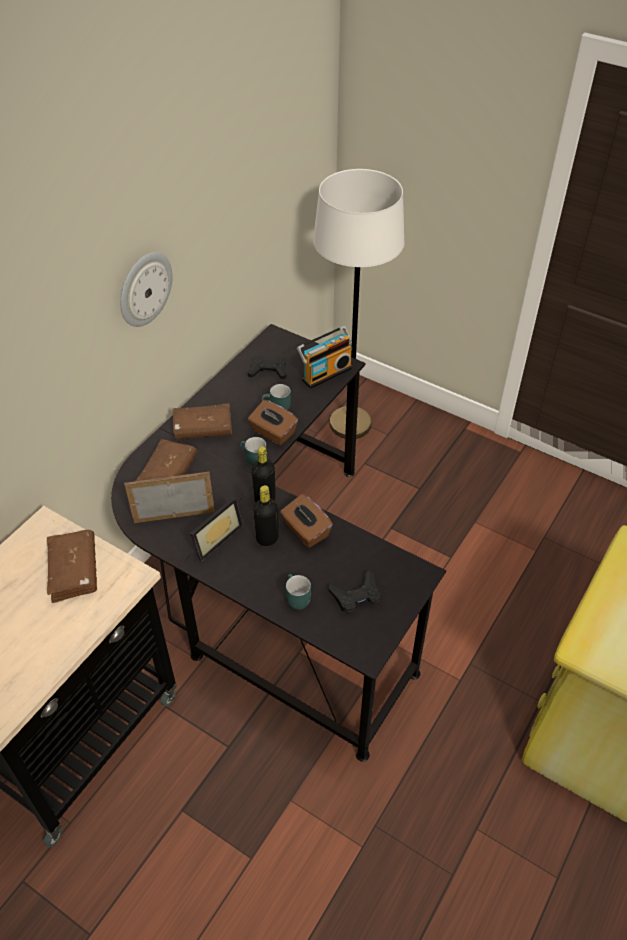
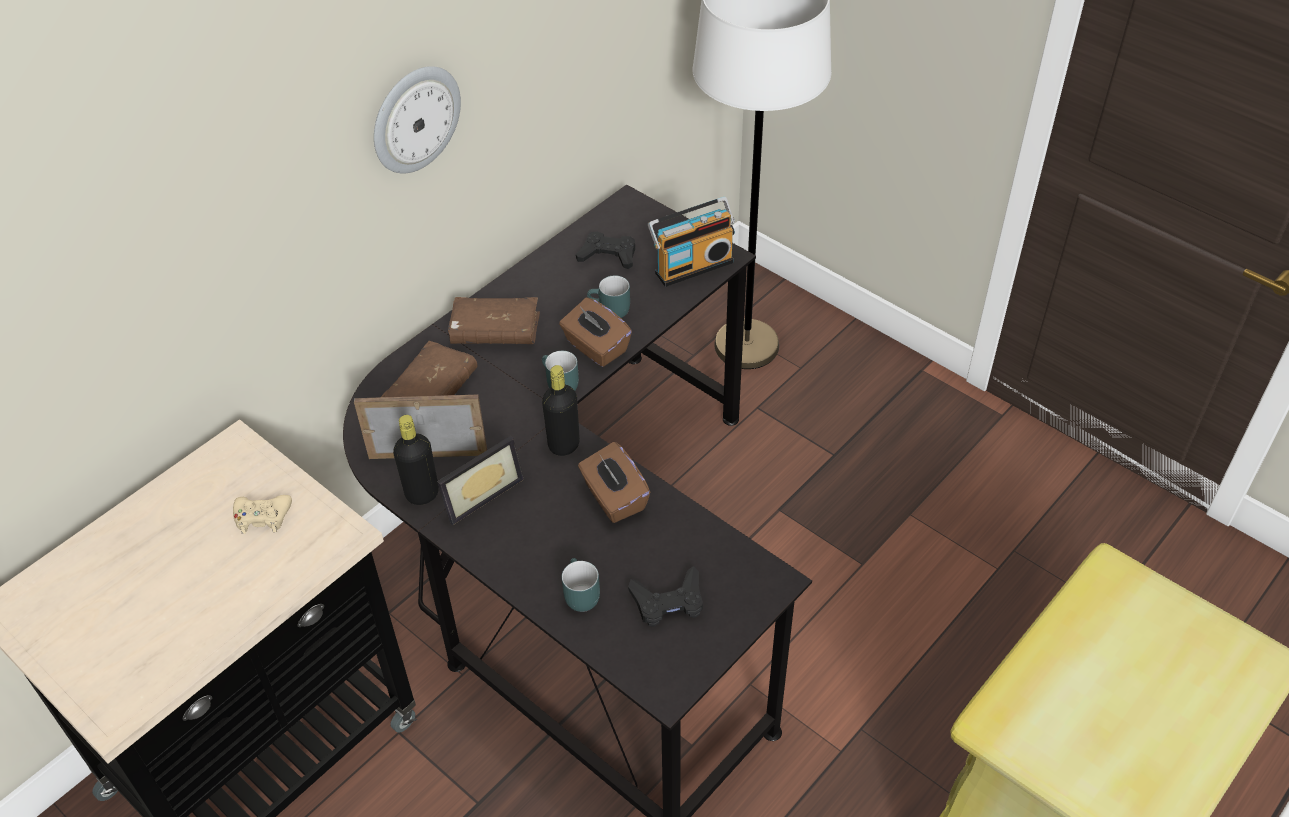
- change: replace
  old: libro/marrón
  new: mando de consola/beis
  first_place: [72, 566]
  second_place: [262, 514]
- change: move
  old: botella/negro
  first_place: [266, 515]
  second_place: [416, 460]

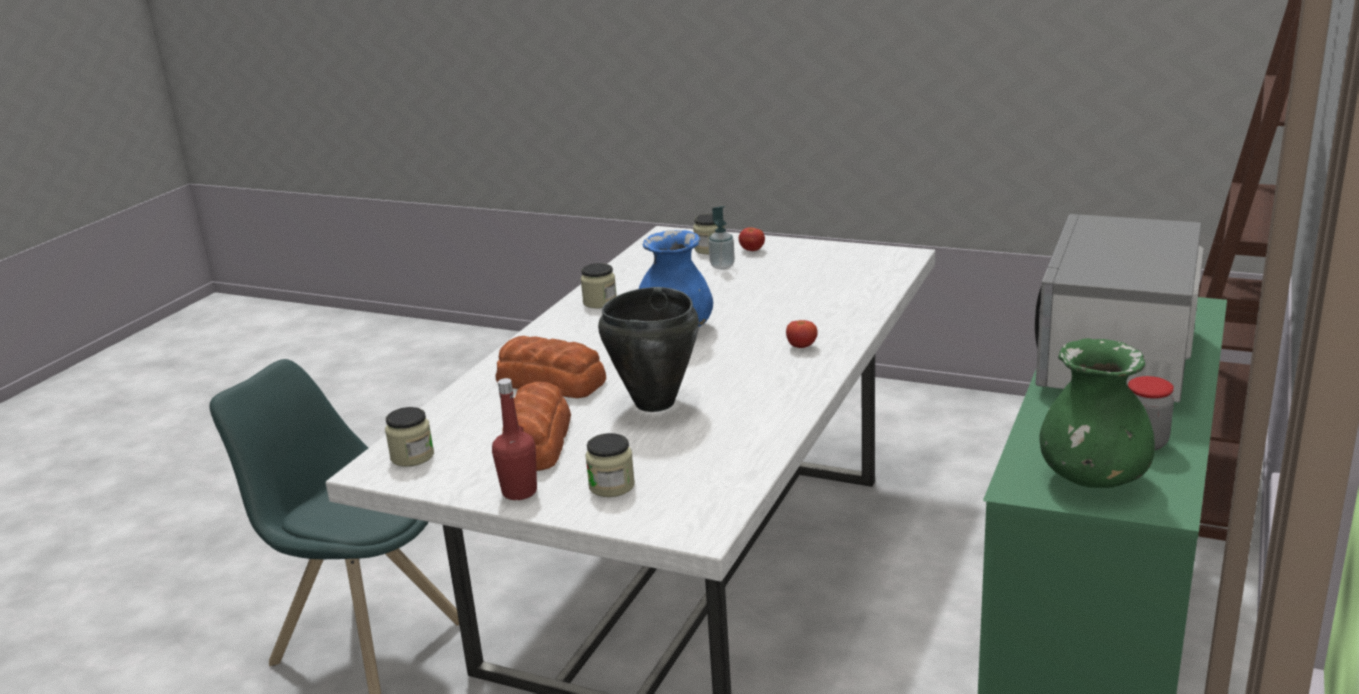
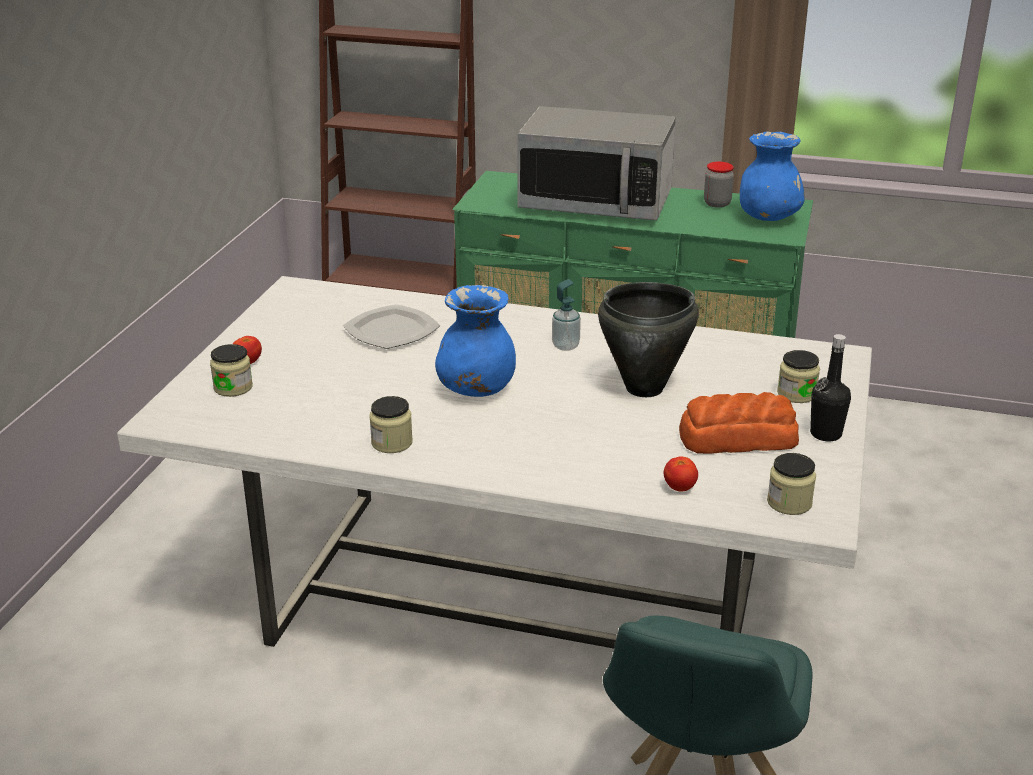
- change: recolor
  old: botella/rojo
  new: botella/negro
  first_place: [514, 439]
  second_place: [830, 387]
- change: delete
  old: pan
  first_place: [550, 367]
- change: move
  old: dispensador de jabón
  first_place: [721, 237]
  second_place: [566, 315]
- change: move
  old: tomate
  first_place: [802, 334]
  second_place: [681, 474]
- change: recolor
  old: florero/verde
  new: florero/azul
  first_place: [1097, 413]
  second_place: [772, 176]
- change: insert
  new: plato
  second_place: [391, 326]

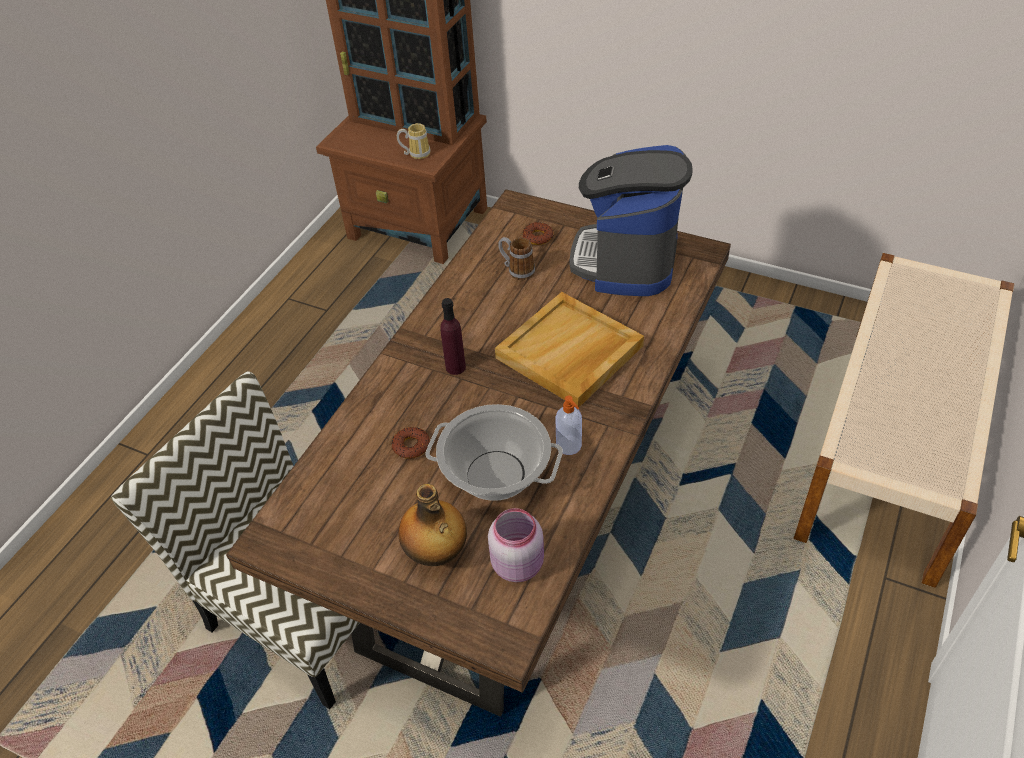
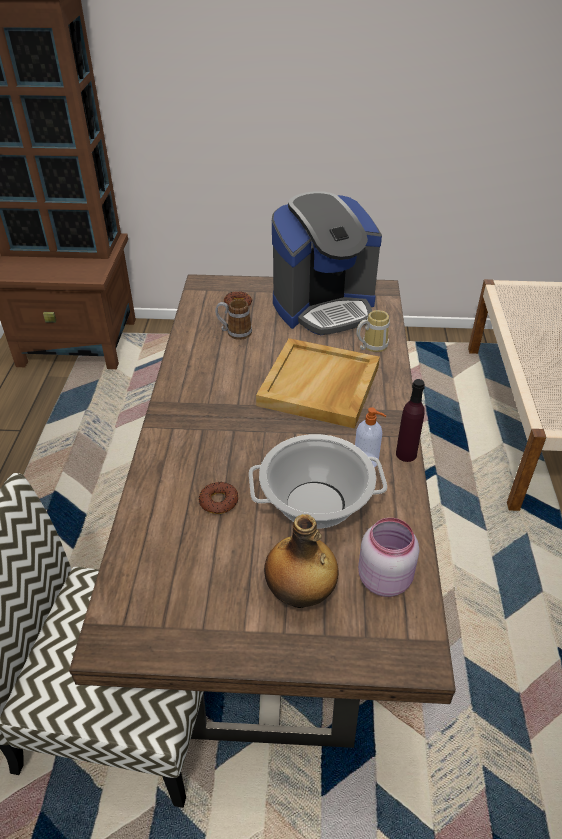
- change: move
  old: taza grande
  first_place: [414, 141]
  second_place: [373, 331]
- change: move
  old: botella/morado
  first_place: [453, 336]
  second_place: [410, 420]
- change: rotate
  old: cafetera
  first_place: [631, 220]
  second_place: [327, 263]
  degrees: -105

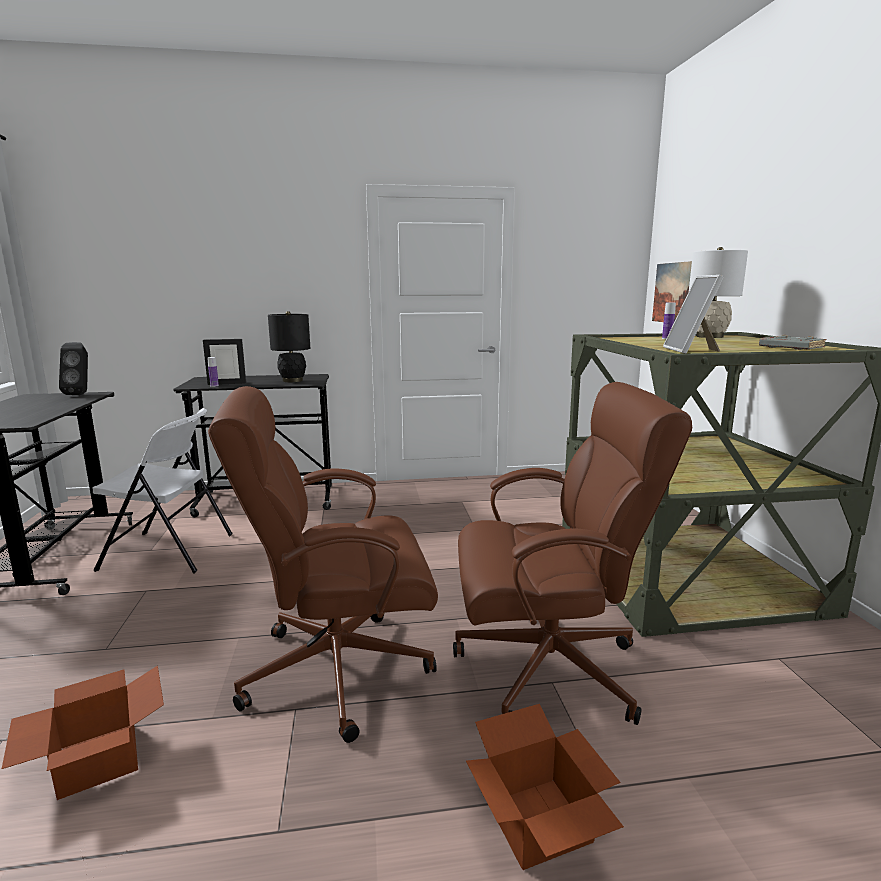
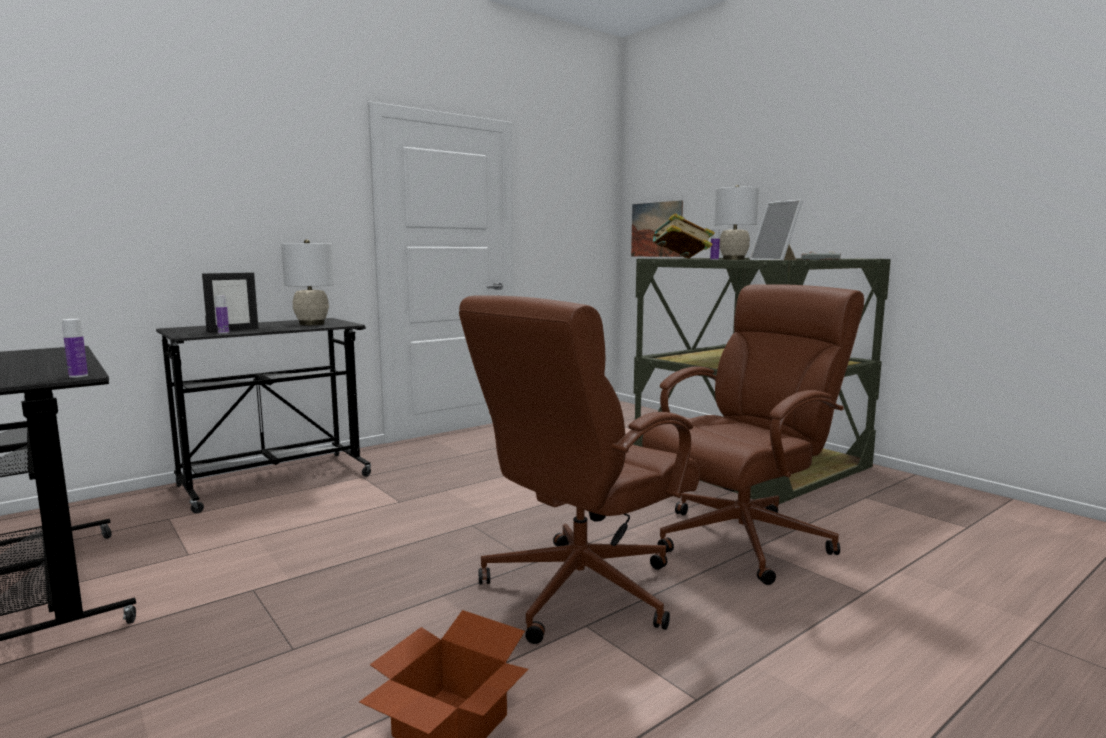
- change: delete
  old: altavoz/negro
  first_place: [73, 368]
- change: delete
  old: silla/blanco
  first_place: [162, 491]
- change: recolor
  old: lámpara de mesa/negro
  new: lámpara de mesa/blanco
  first_place: [289, 346]
  second_place: [307, 282]
- change: delete
  old: caja de cartón
  first_place: [545, 787]
- change: insert
  new: botella
  second_place: [75, 348]
- change: insert
  new: libro
  second_place: [683, 235]

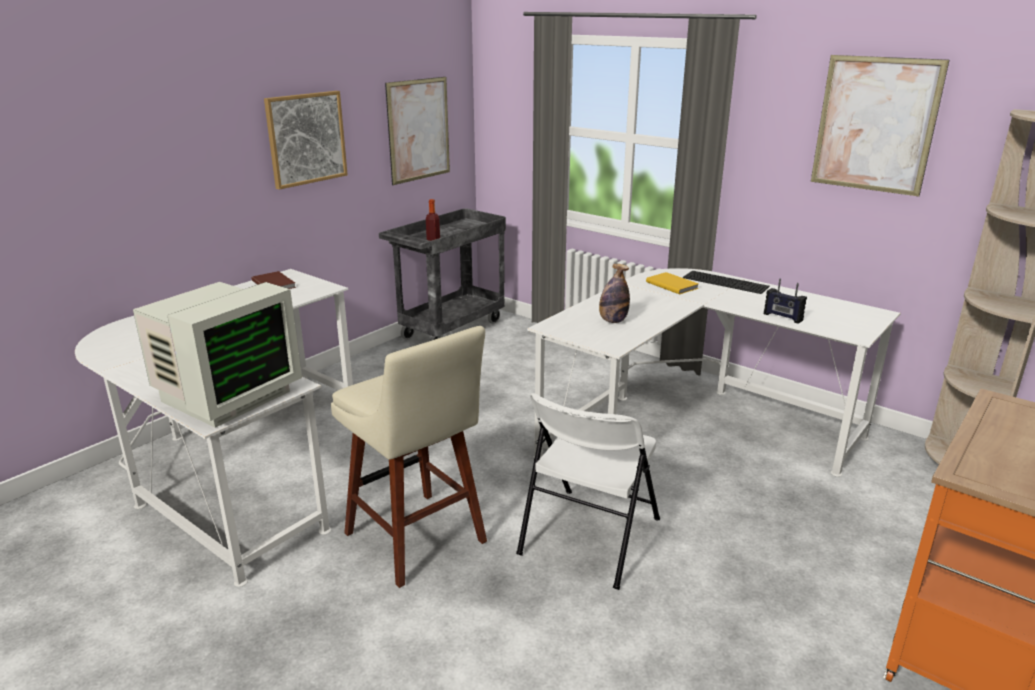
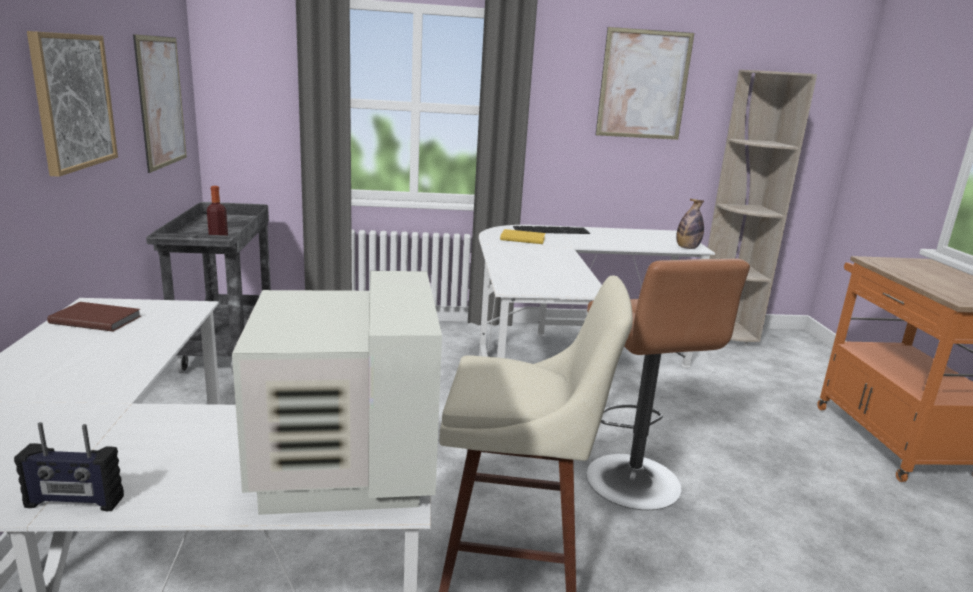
- change: replace
  old: silla/blanco
  new: taburete/marrón
  first_place: [588, 491]
  second_place: [668, 384]
- change: move
  old: botella
  first_place: [614, 293]
  second_place: [690, 224]
- change: move
  old: radio
  first_place: [785, 301]
  second_place: [69, 466]

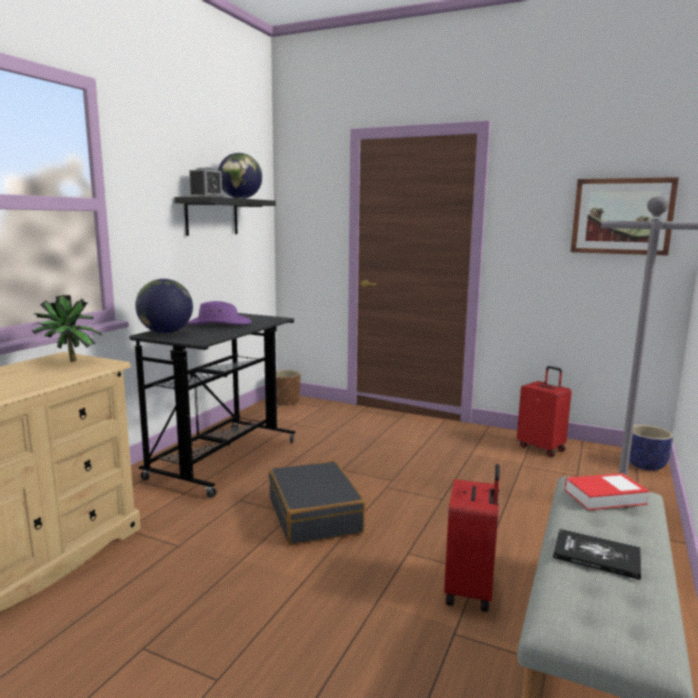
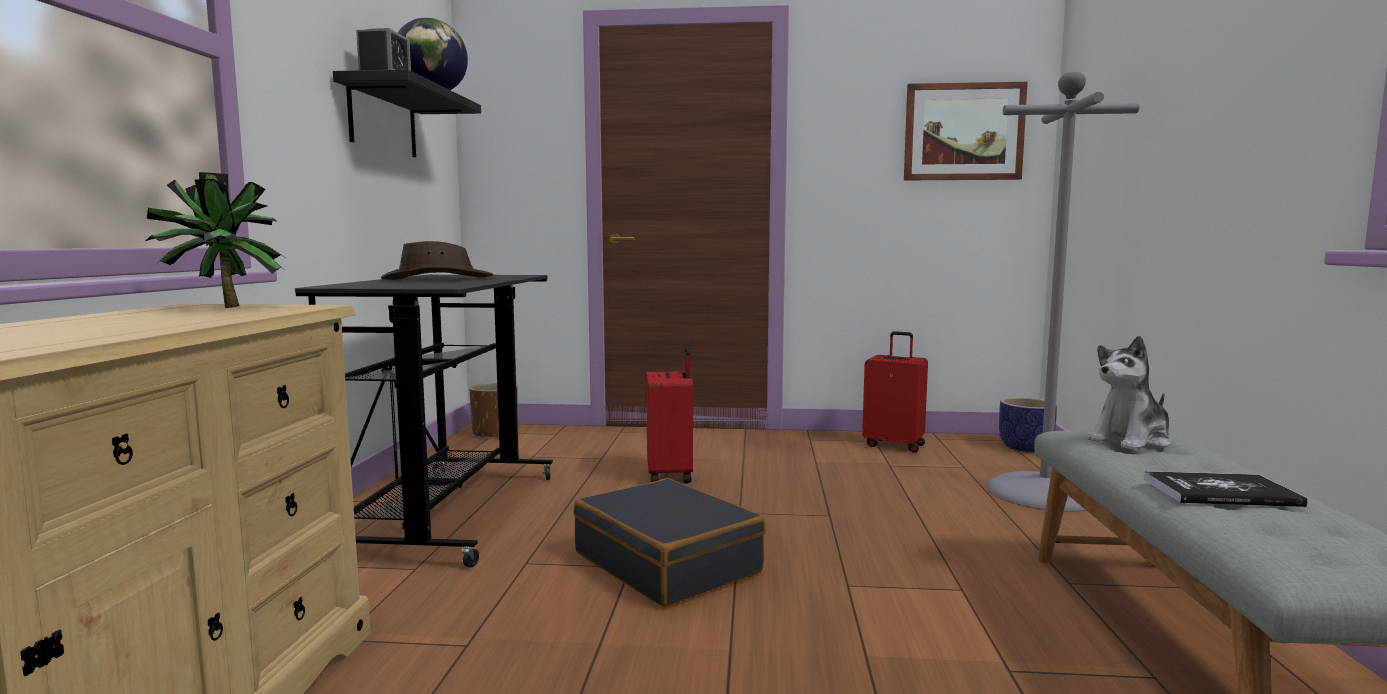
- change: delete
  old: globo terráqueo
  first_place: [164, 306]
- change: recolor
  old: sombrero/morado
  new: sombrero/marrón
  first_place: [220, 313]
  second_place: [437, 260]
- change: move
  old: maleta/rojo
  first_place: [472, 538]
  second_place: [669, 415]
- change: replace
  old: libro
  new: peluche
  first_place: [607, 491]
  second_place: [1129, 393]

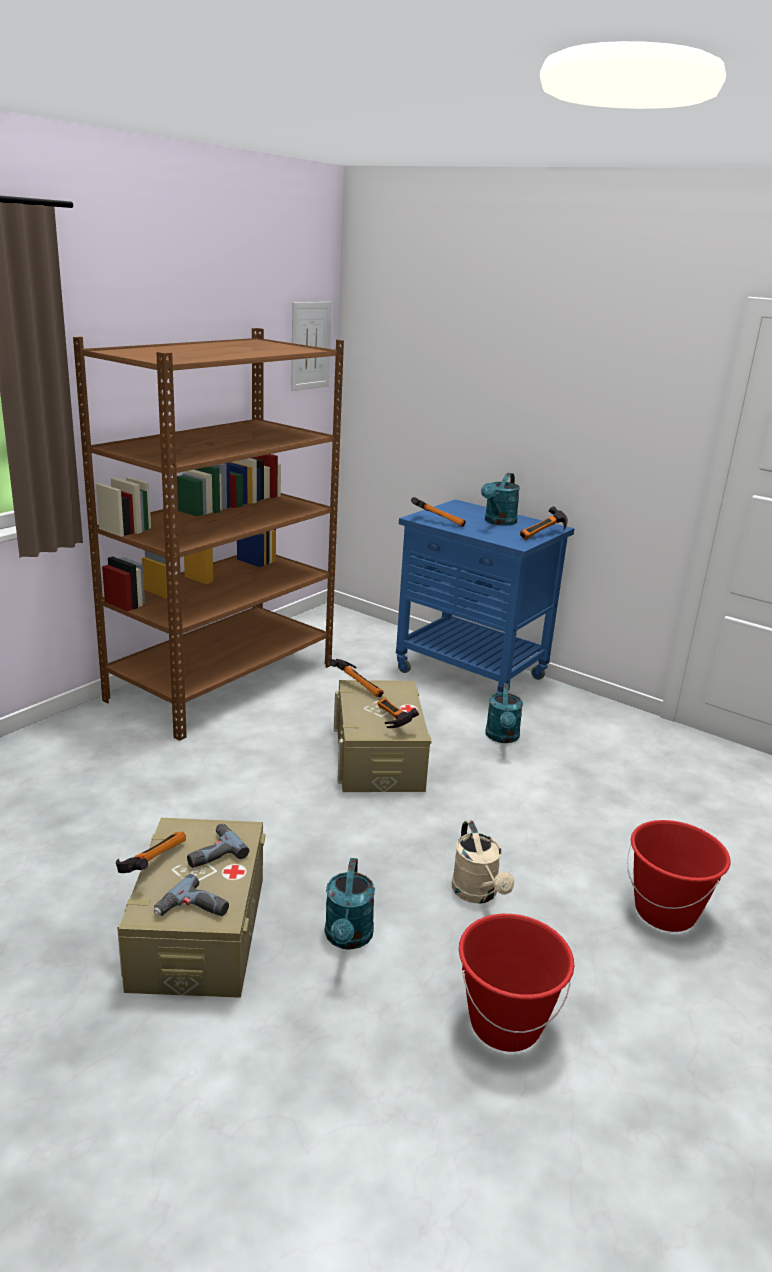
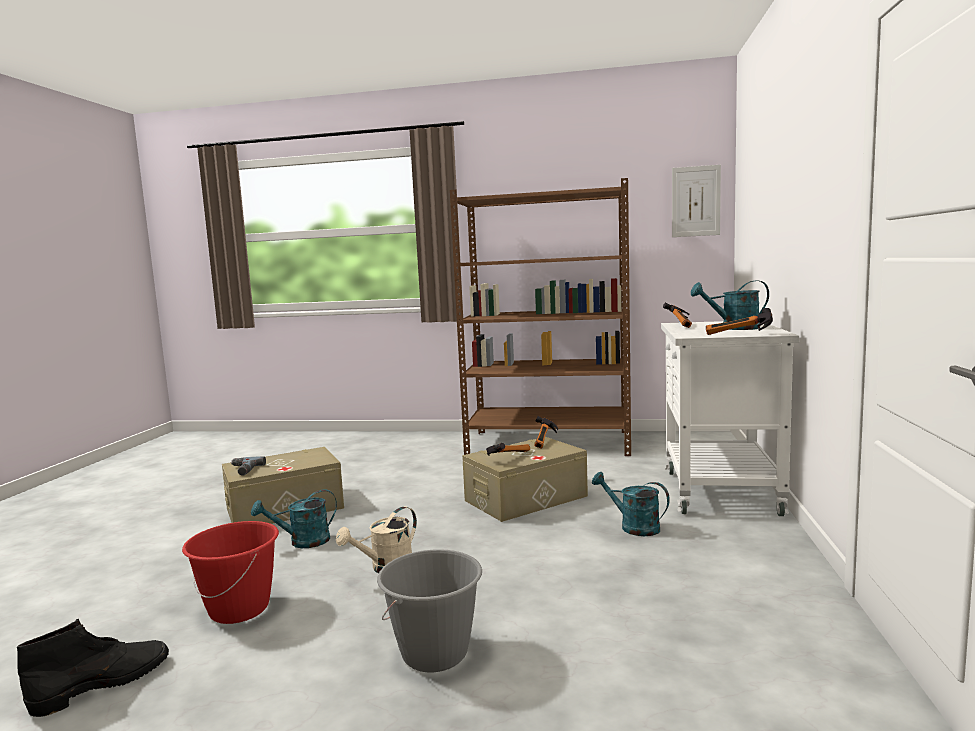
- change: delete
  old: martillo
  first_place: [151, 852]
- change: delete
  old: taladro
  first_place: [218, 845]
- change: recolor
  old: carrito/azul
  new: carrito/blanco
  first_place: [485, 596]
  second_place: [730, 418]
- change: rotate
  old: regadera/turquesa
  first_place: [504, 713]
  second_place: [631, 504]
  degrees: 60
- change: recolor
  old: cubo/rojo
  new: cubo/gris
  first_place: [678, 876]
  second_place: [429, 610]
- change: insert
  new: bota/negro
  second_place: [93, 668]

